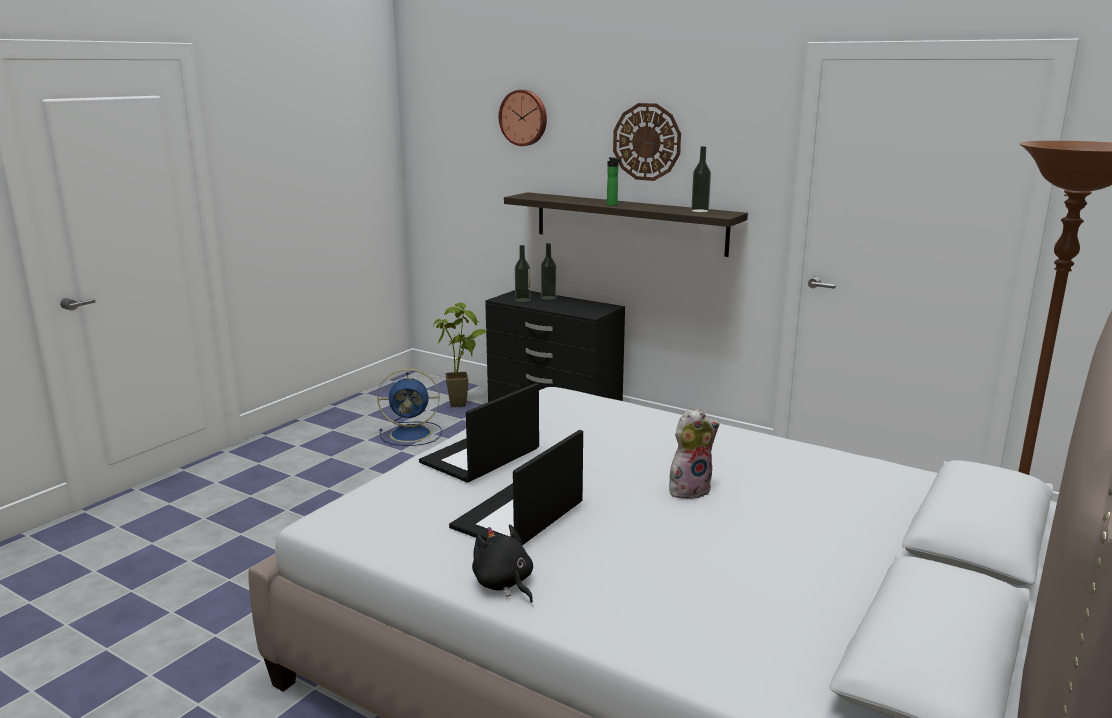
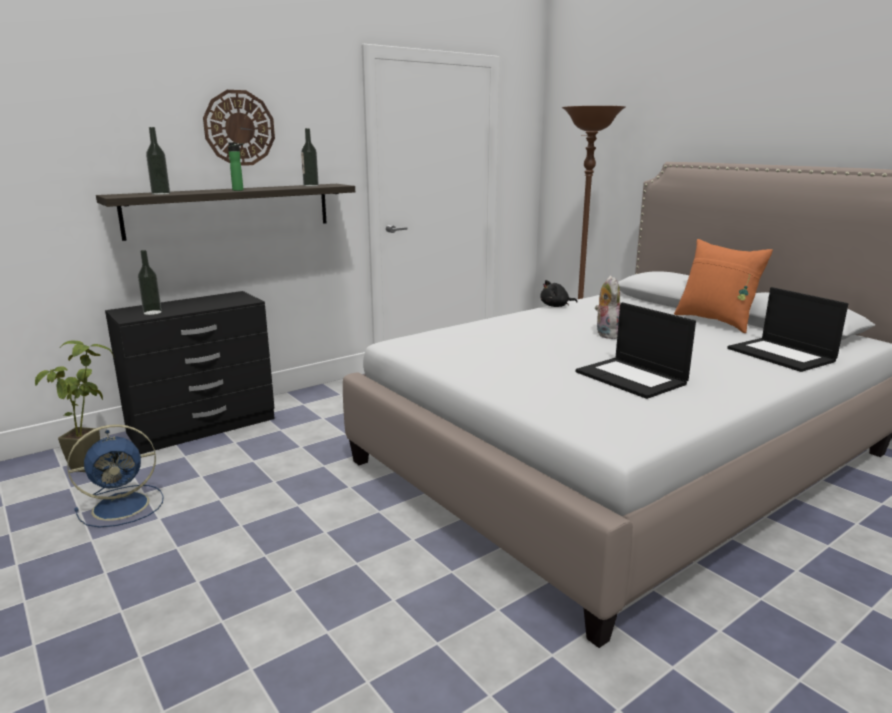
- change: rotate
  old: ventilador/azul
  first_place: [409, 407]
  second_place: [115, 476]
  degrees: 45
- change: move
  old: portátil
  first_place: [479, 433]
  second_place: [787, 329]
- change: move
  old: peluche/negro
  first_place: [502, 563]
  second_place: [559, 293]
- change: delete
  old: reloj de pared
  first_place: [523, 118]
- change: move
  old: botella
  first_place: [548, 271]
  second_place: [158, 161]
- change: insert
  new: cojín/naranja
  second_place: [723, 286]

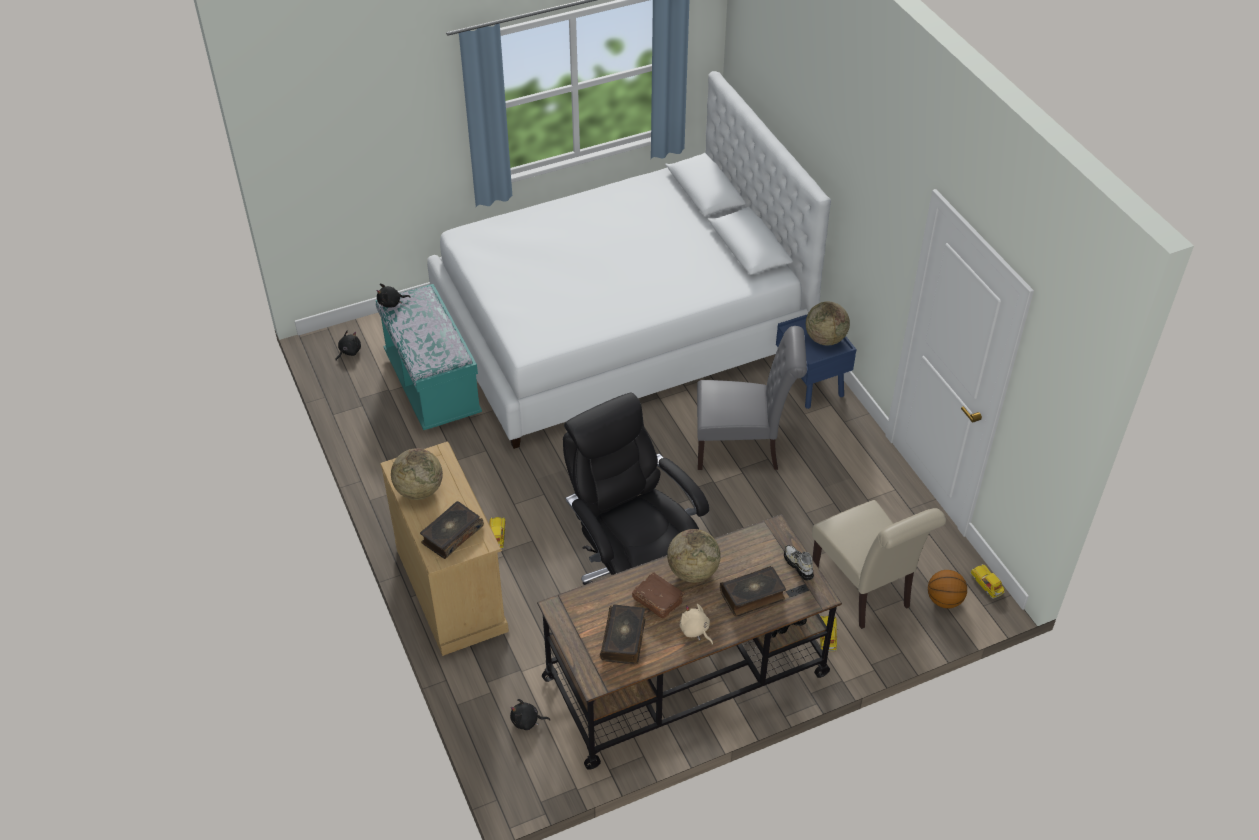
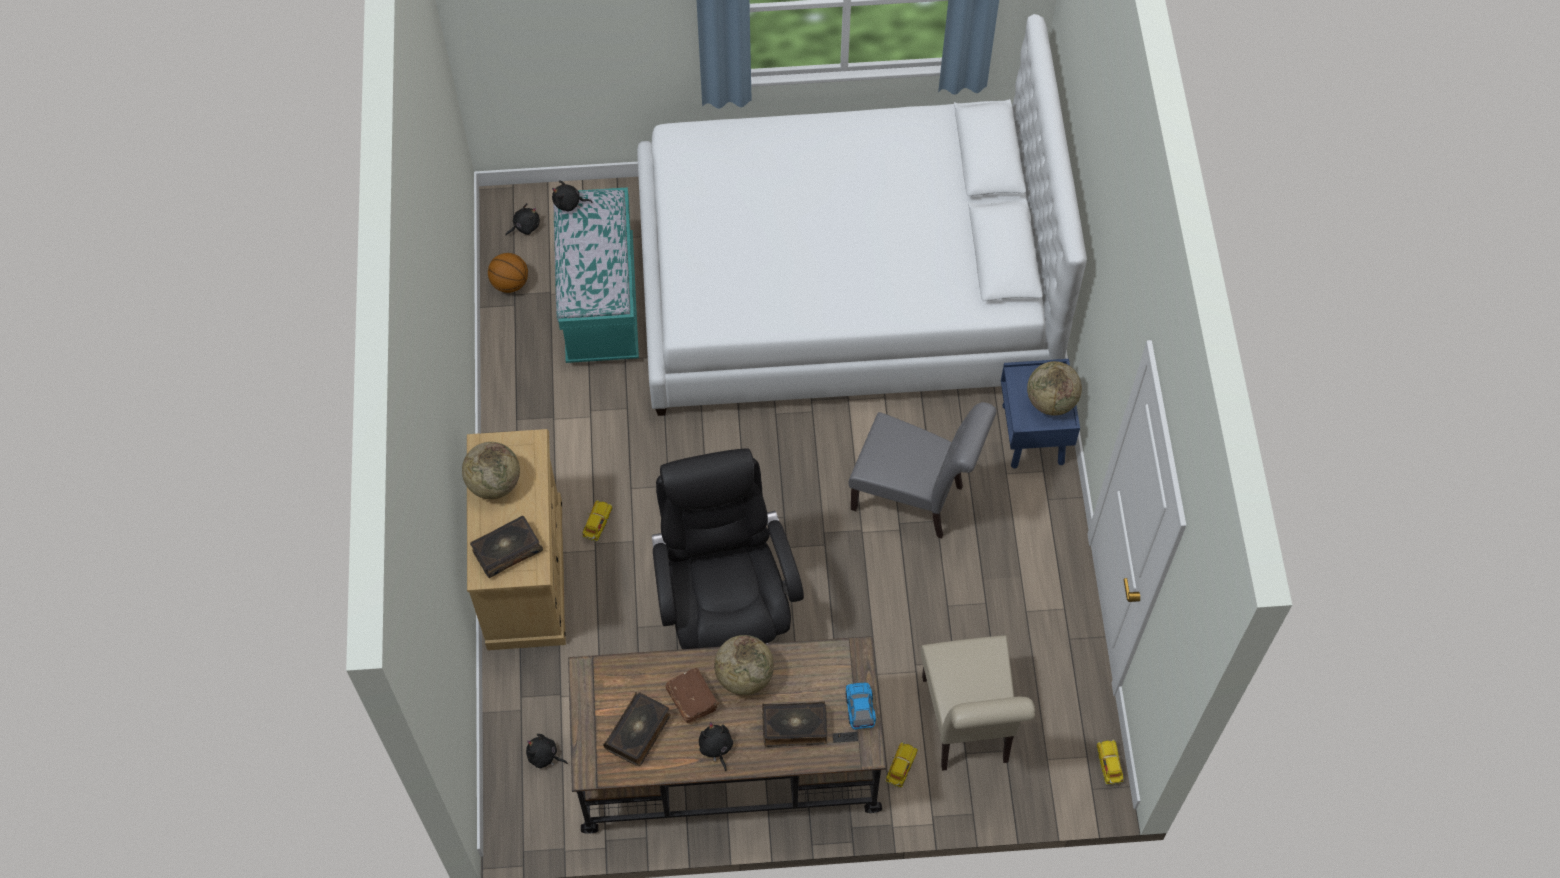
- change: recolor
  old: peluche/beis
  new: peluche/negro
  first_place: [696, 624]
  second_place: [716, 746]
- change: replace
  old: zapato
  new: coche de juguete
  first_place: [799, 563]
  second_place: [860, 706]
- change: move
  old: balón de baloncesto
  first_place: [947, 589]
  second_place: [508, 273]

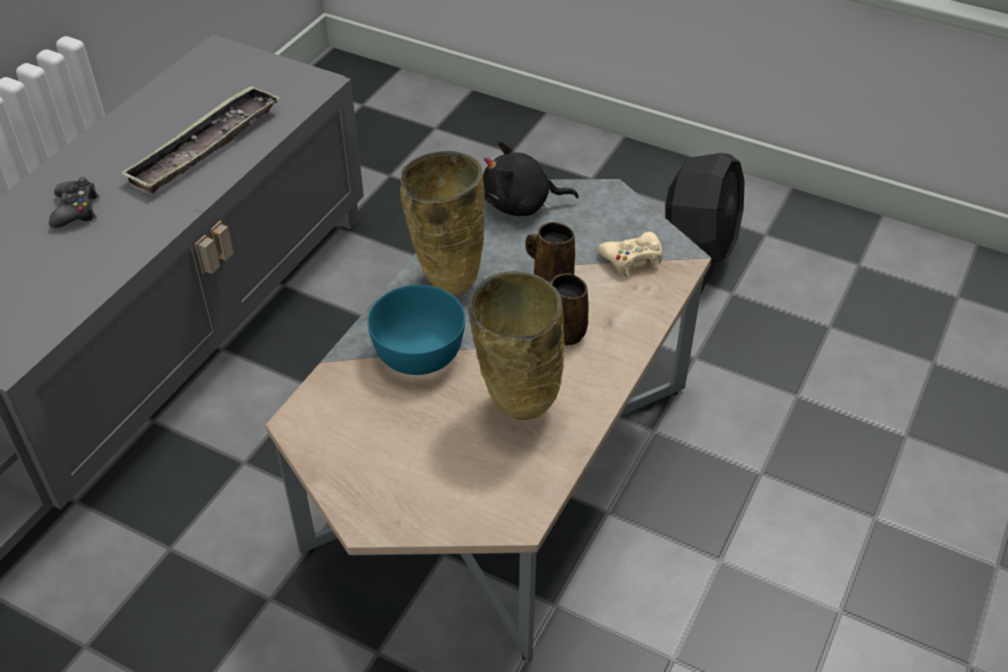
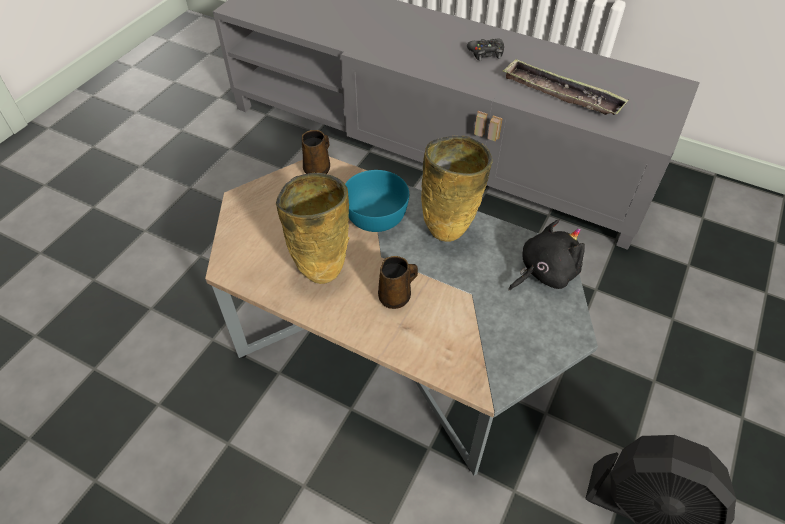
- change: rotate
  old: peluche/negro
  first_place: [531, 178]
  second_place: [546, 255]
  degrees: 60
- change: move
  old: taza grande/marrón
  first_place: [550, 251]
  second_place: [316, 152]
- change: delete
  old: mando de consola/beis
  first_place: [630, 254]

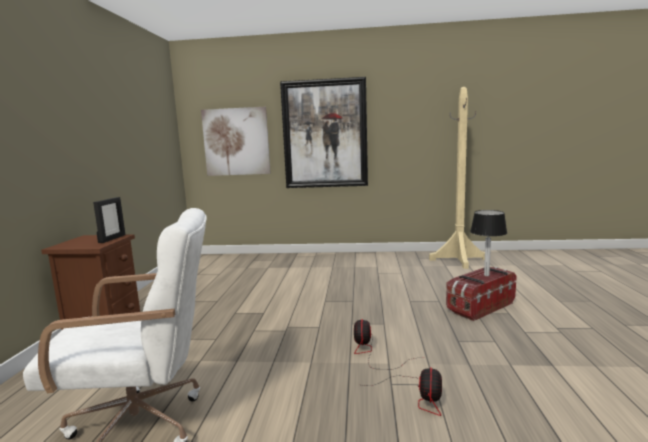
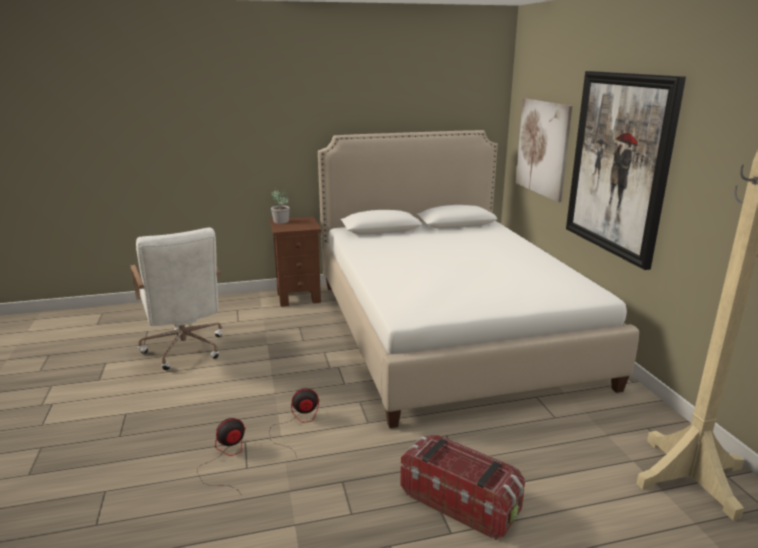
- change: delete
  old: portarretratos
  first_place: [109, 220]
- change: rotate
  old: ventilador
  first_place: [402, 391]
  second_place: [221, 457]
  degrees: 150
- change: delete
  old: lámpara de mesa
  first_place: [488, 243]
- change: insert
  new: planta en maceta
  second_place: [280, 206]
- change: insert
  new: cama
  second_place: [478, 279]

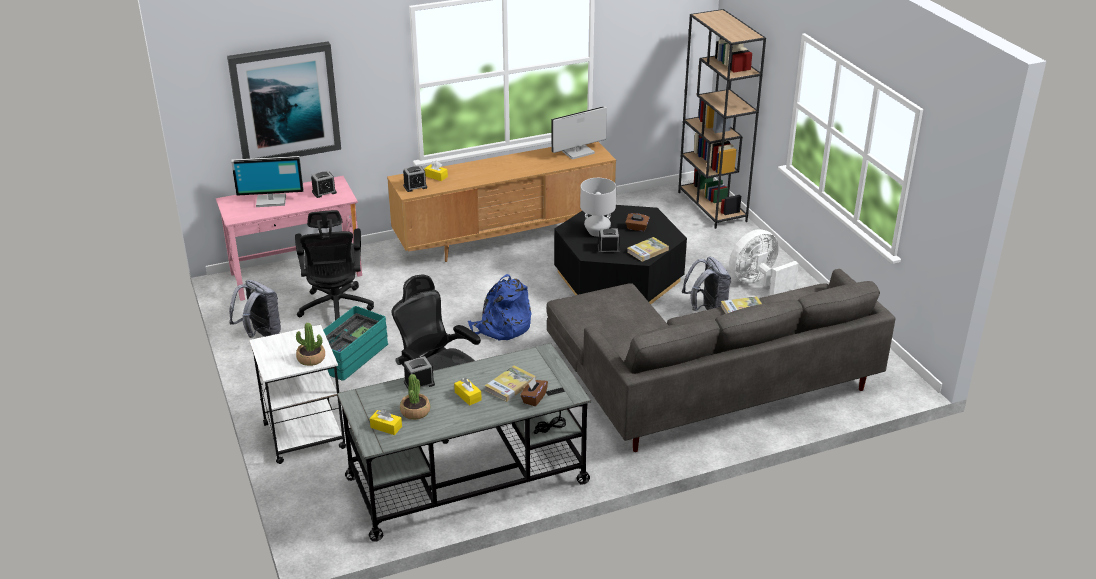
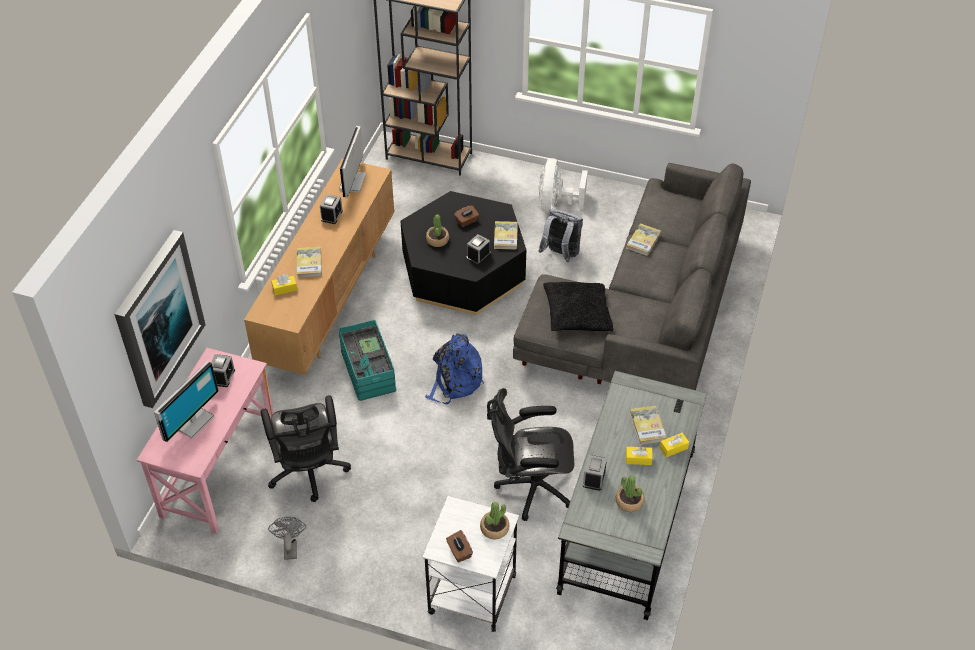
- change: replace
  old: mochila/gris
  new: ventilador/gris
  first_place: [255, 309]
  second_place: [287, 538]
- change: rotate
  old: silla de oficina
  first_place: [334, 265]
  second_place: [306, 449]
  degrees: 45
- change: move
  old: caja de almacenaje/turquesa
  first_place: [355, 343]
  second_place: [367, 360]
- change: move
  old: caja de pañuelos/amarillo
  first_place: [386, 422]
  second_place: [674, 445]
- change: move
  old: despertador
  first_place: [415, 179]
  second_place: [331, 209]
- change: move
  old: caja de pañuelos/marrón
  first_place: [534, 391]
  second_place: [459, 546]
- change: replace
  old: lámpara de mesa/gris
  new: planta en maceta
  first_place: [598, 207]
  second_place: [437, 231]
- change: insert
  new: libro
  second_place: [309, 262]
- change: insert
  new: cojín/negro
  second_place: [578, 306]

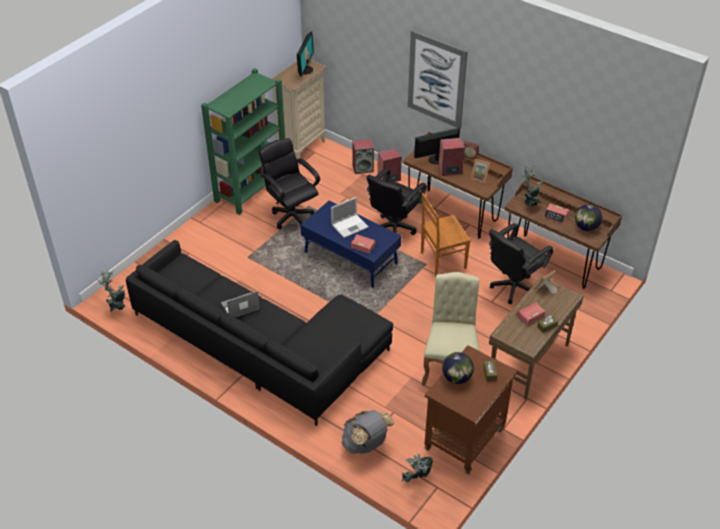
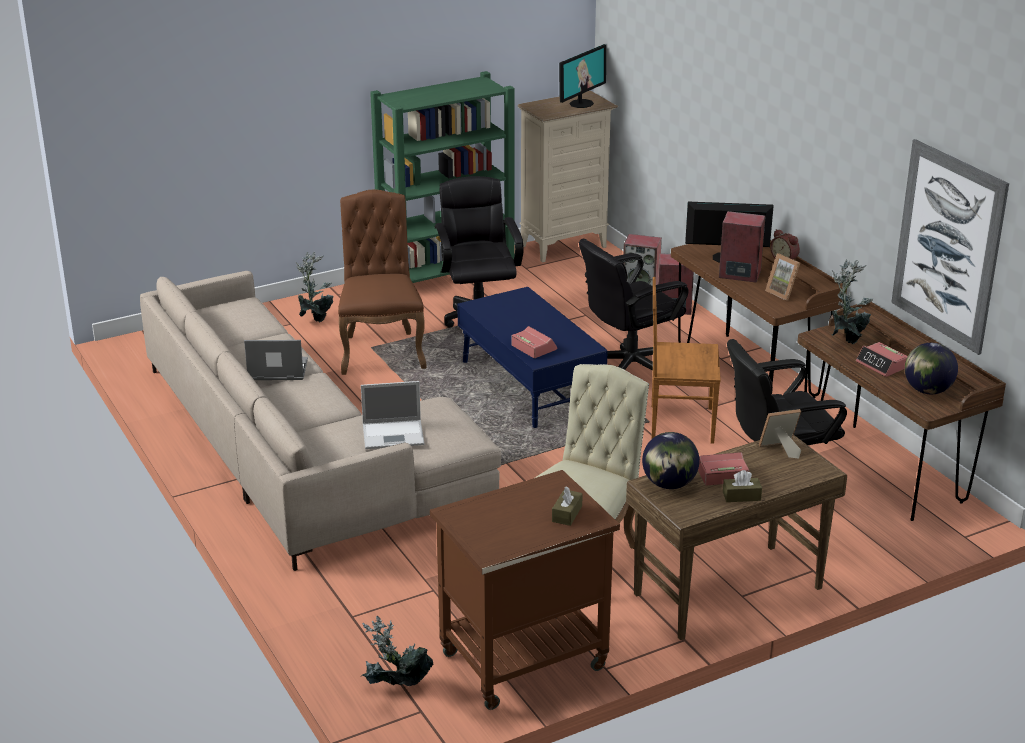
- change: move
  old: planta en maceta
  first_place: [111, 291]
  second_place: [315, 287]
- change: recolor
  old: sofá/negro
  new: sofá/beis
  first_place: [259, 333]
  second_place: [320, 421]
- change: move
  old: portátil
  first_place: [350, 217]
  second_place: [392, 415]
- change: delete
  old: mochila/gris
  first_place: [368, 432]
- change: move
  old: cuadro
  first_place: [438, 79]
  second_place: [950, 247]
- change: move
  old: globo terráqueo
  first_place: [458, 368]
  second_place: [671, 460]
- change: insert
  new: silla/marrón
  second_place: [382, 282]

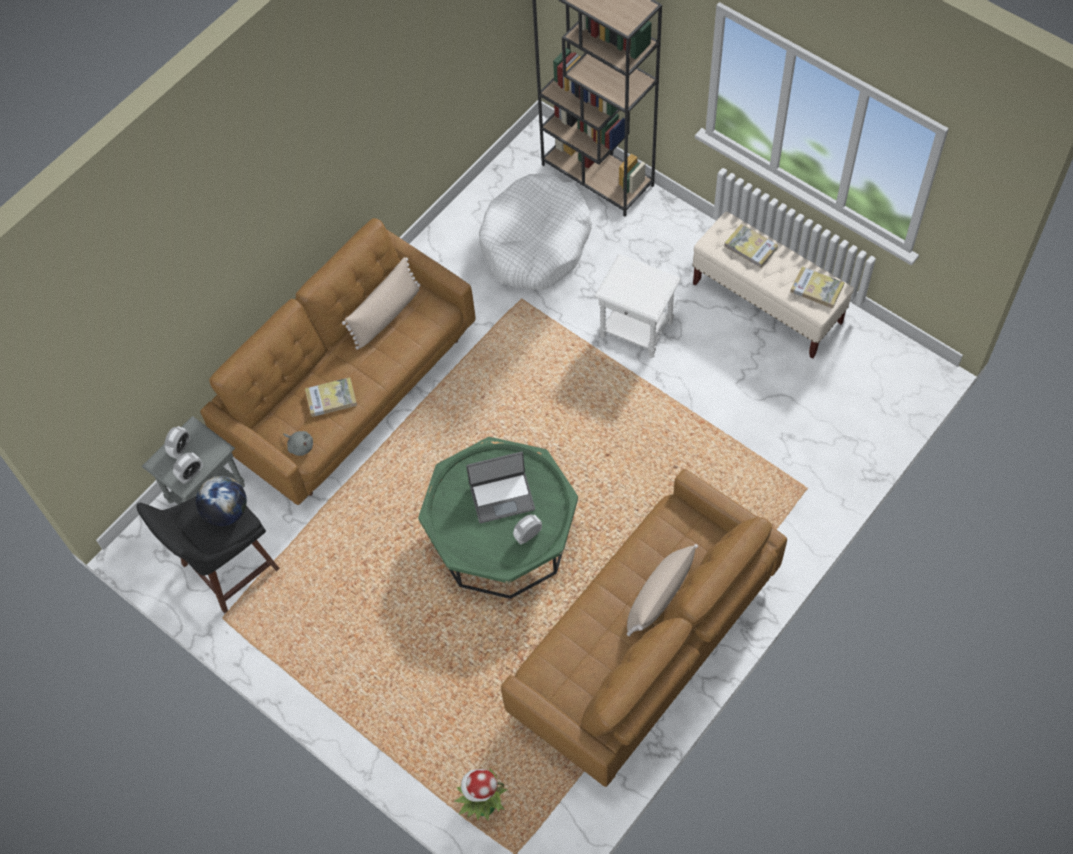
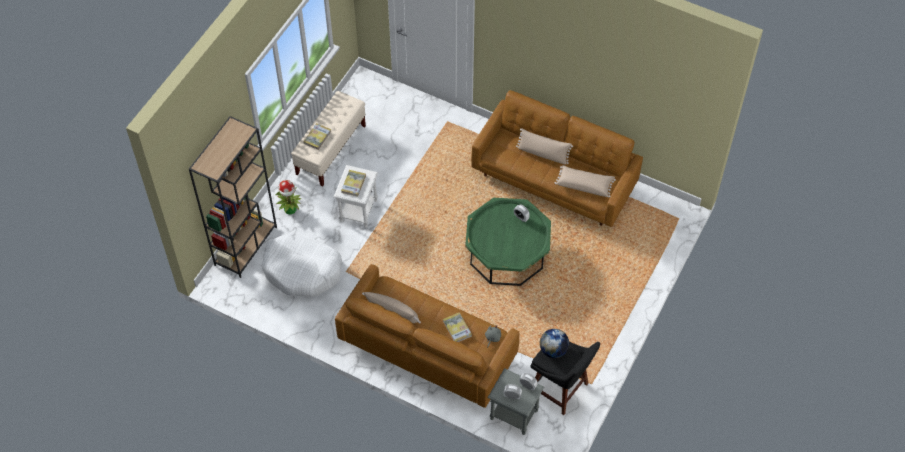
- change: move
  old: planta en maceta
  first_place: [481, 794]
  second_place: [288, 197]
- change: delete
  old: portátil
  first_place: [500, 487]
- change: move
  old: libro
  first_place: [817, 287]
  second_place: [353, 183]
- change: insert
  new: cojín/beis
  second_place: [585, 181]

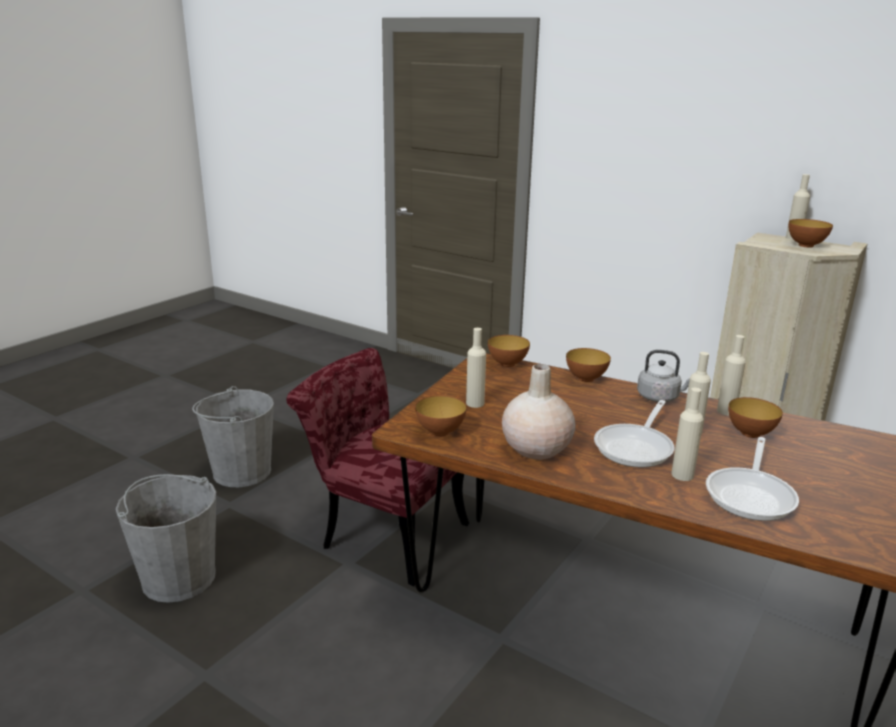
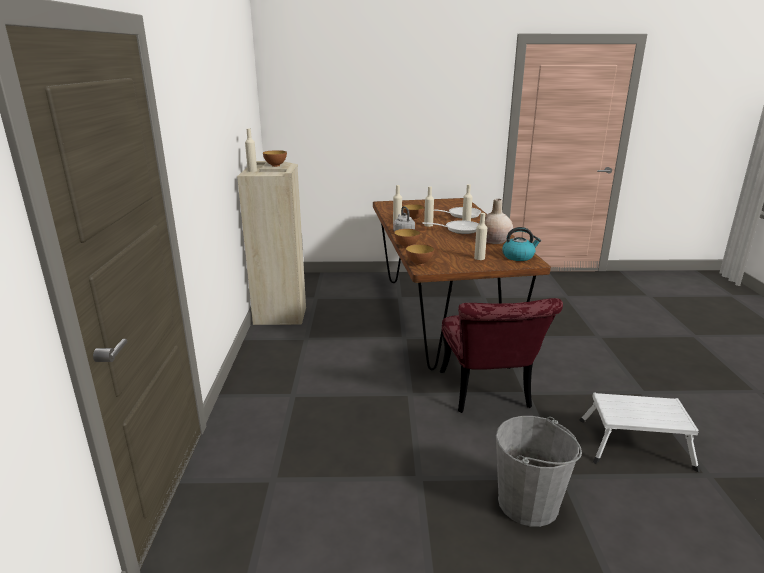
- change: replace
  old: cubo/gris
  new: escalera de tijera/blanco
  first_place: [166, 538]
  second_place: [639, 432]
- change: replace
  old: cuenco
  new: hervidor
  first_place: [441, 416]
  second_place: [521, 244]

